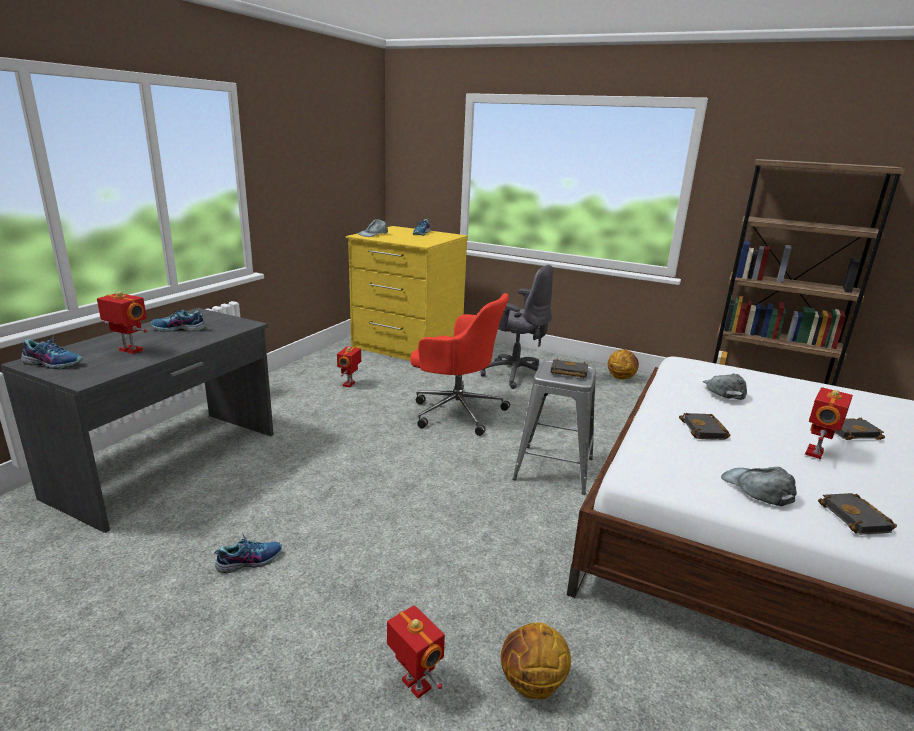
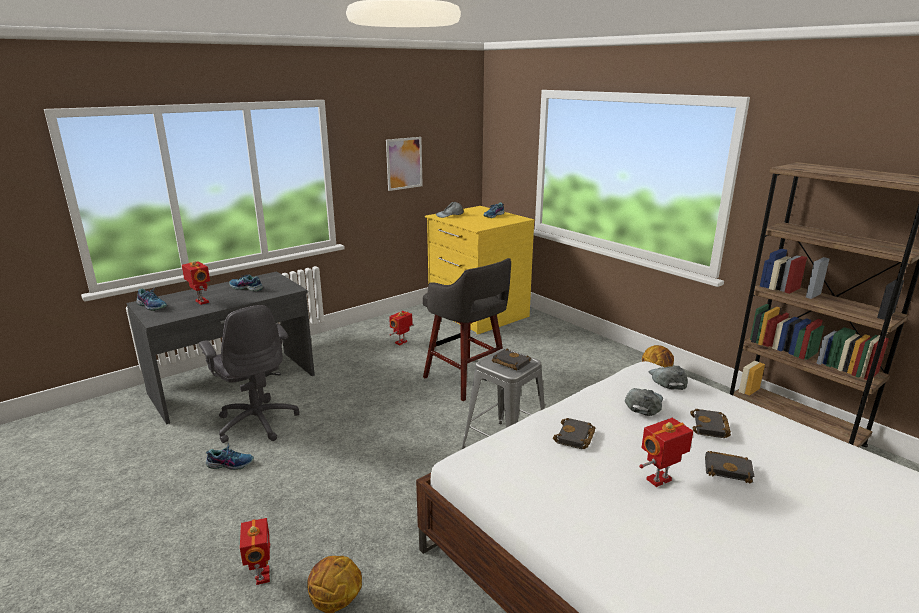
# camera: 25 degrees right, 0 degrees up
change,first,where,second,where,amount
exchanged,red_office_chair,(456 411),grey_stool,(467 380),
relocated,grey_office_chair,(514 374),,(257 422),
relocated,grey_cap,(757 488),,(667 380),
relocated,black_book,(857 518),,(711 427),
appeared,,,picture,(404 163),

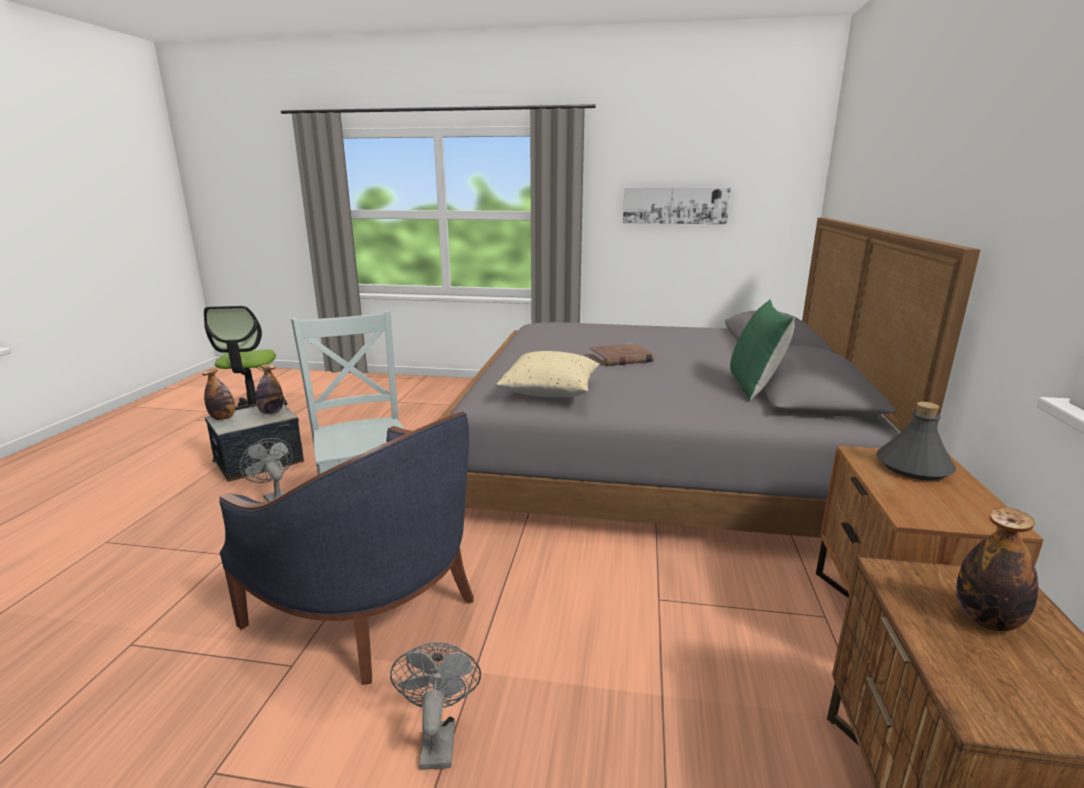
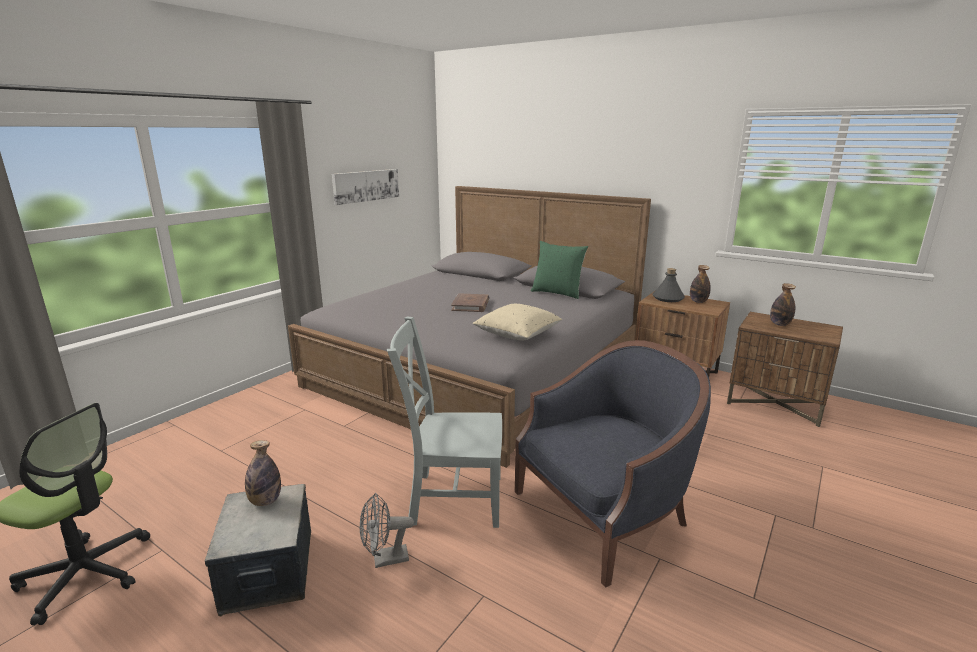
# camera: 65 degrees left, 0 degrees up
change,first,where,second,where,amount
relocated,bottle,(223 418),,(698 301),
missing,grey_fan,(438 738),,,

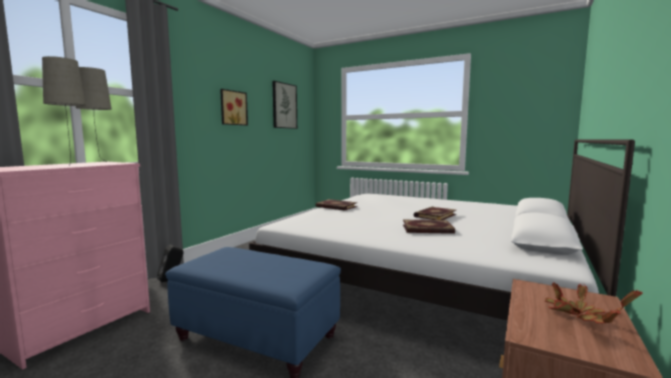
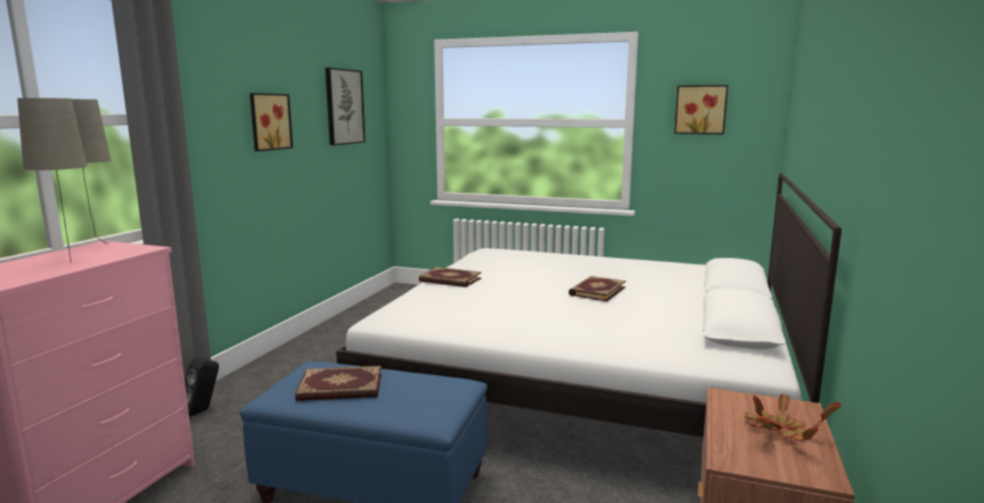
# camera: 10 degrees left, 5 degrees up
change,first,where,second,where,amount
relocated,book,(427 229),,(340 388),
appeared,,,picture,(700 109),

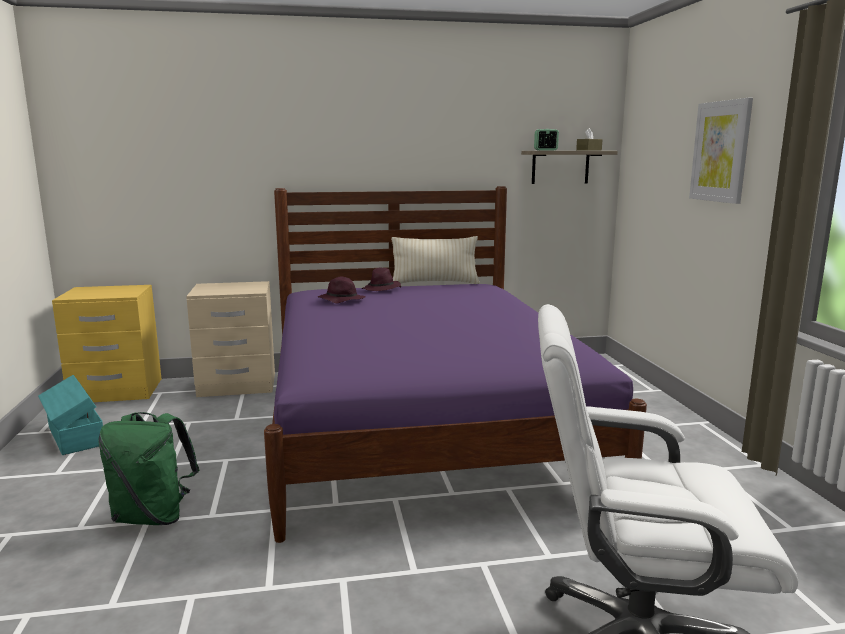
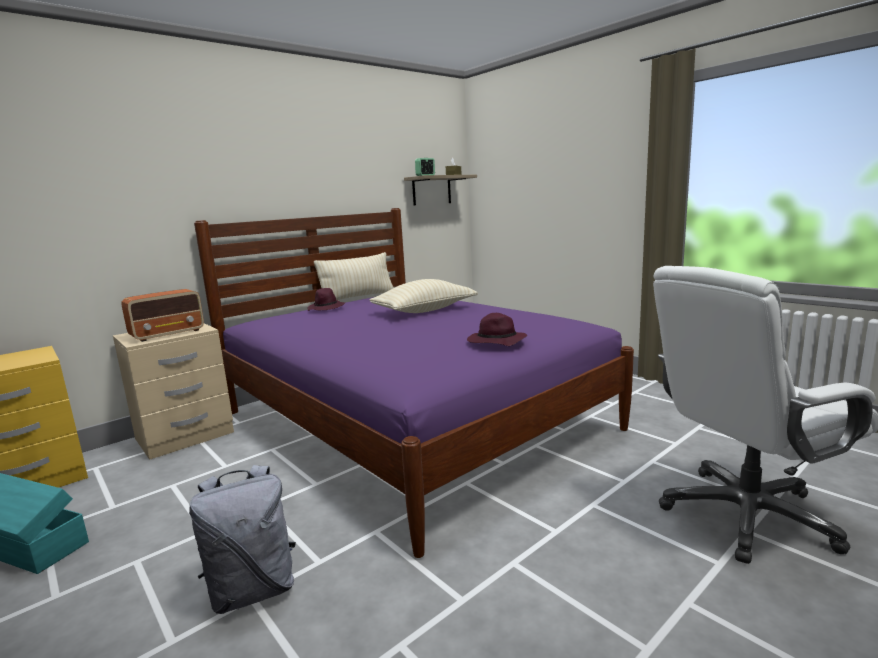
# camera: 30 degrees left, 0 degrees up
change,first,where,second,where,amount
colour,green_backpack,(153 516),grey_backpack,(253 590),
relocated,purple_hat,(341 300),,(496 342),
missing,picture,(720 151),,,
appeared,,,radio,(168 334),
appeared,,,beige_pillow,(424 311),

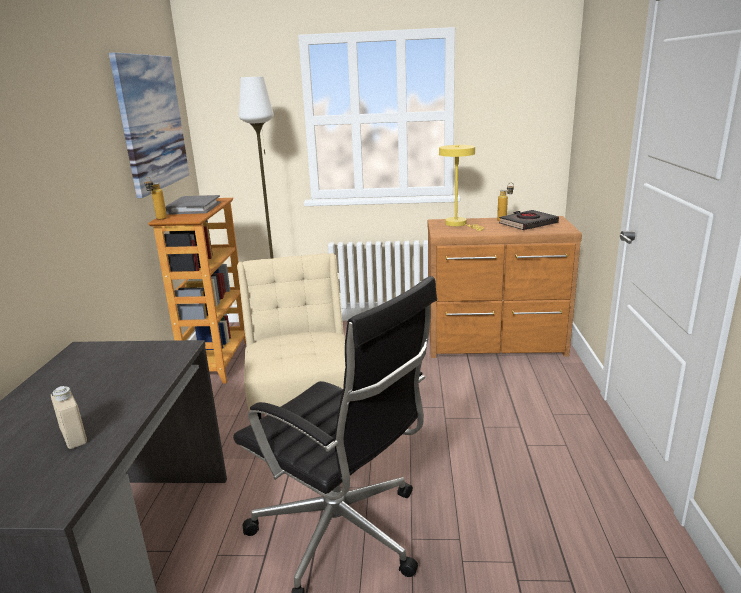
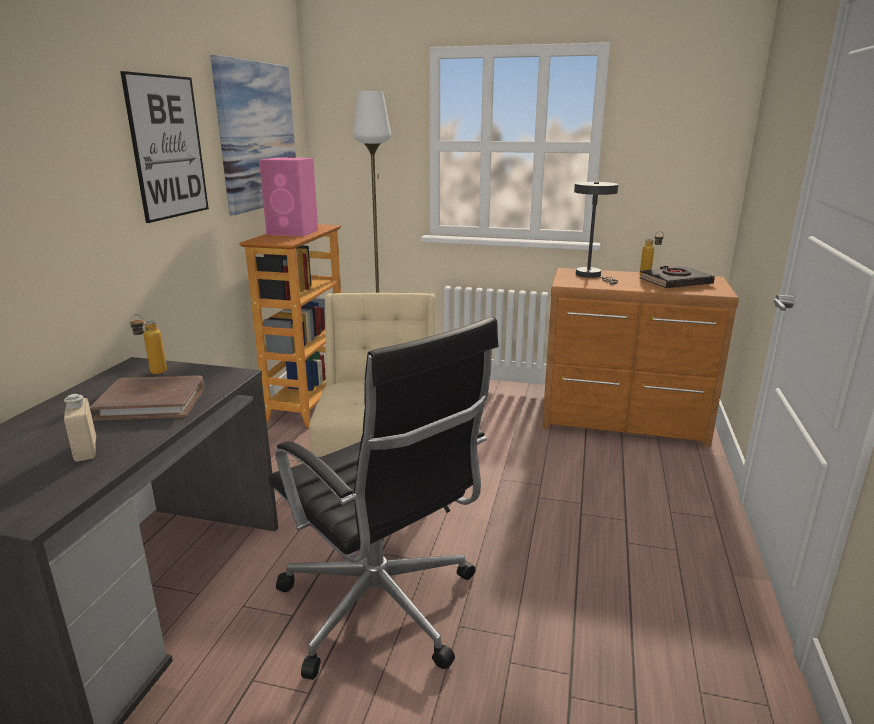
# camera: 10 degrees right, 0 degrees up
change,first,where,second,where,amount
relocated,bottle,(159 219),,(153 374),
exchanged,grey_book,(193 208),pink_speaker,(294 232),
colour,yellow_table_lamp,(459 224),grey_table_lamp,(591 275),
appeared,,,brown_book,(152 402),
appeared,,,picture,(168 147),

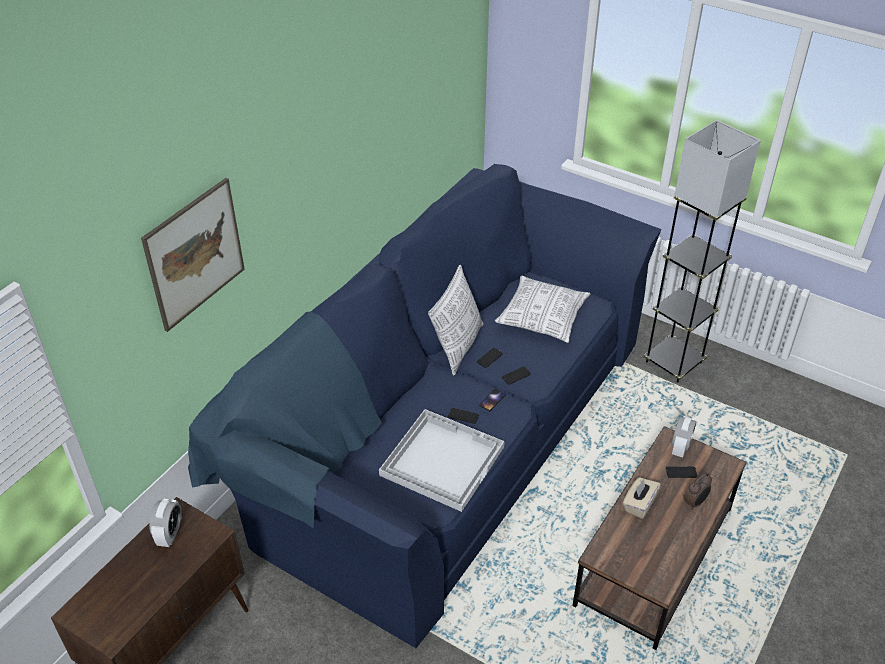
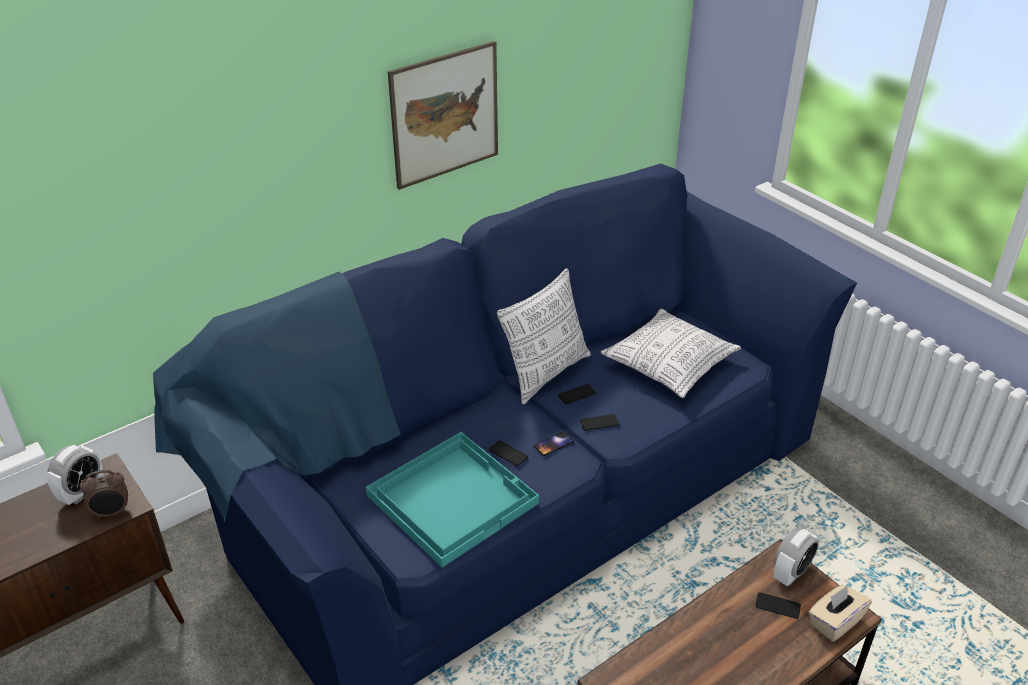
# camera: 20 degrees right, 5 degrees down
change,first,where,second,where,amount
relocated,picture,(195 254),,(445 115),
colour,white_tray,(442 460),turquoise_tray,(452 498),
relocated,beige_tissue_box,(639 504),,(834 622),
missing,grey_floor_lamp,(674 362),,,
relocated,alarm_clock,(695 503),,(112 513),

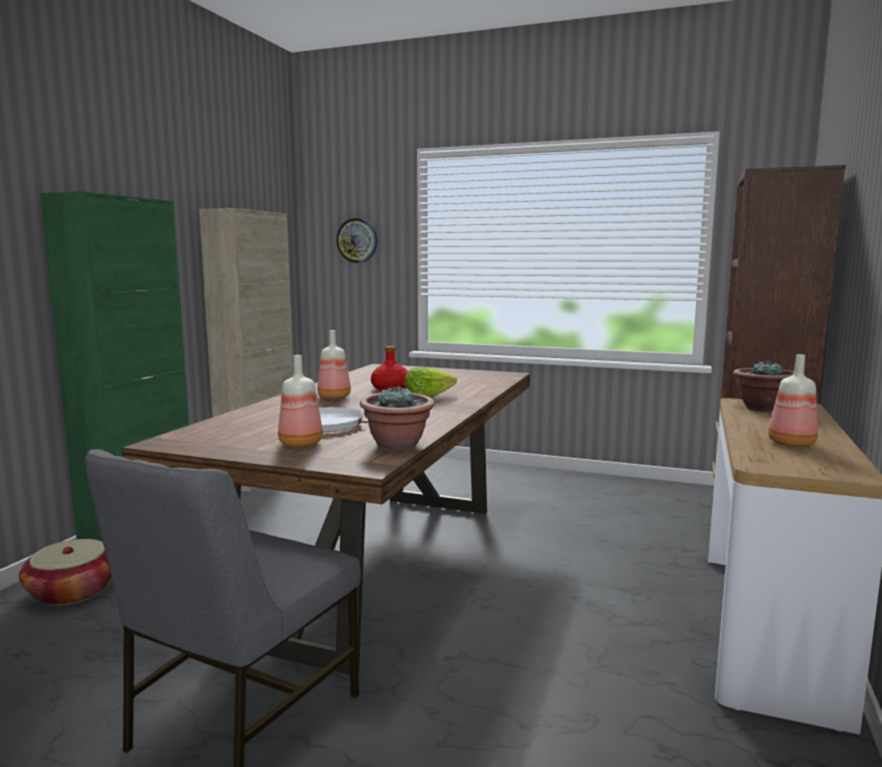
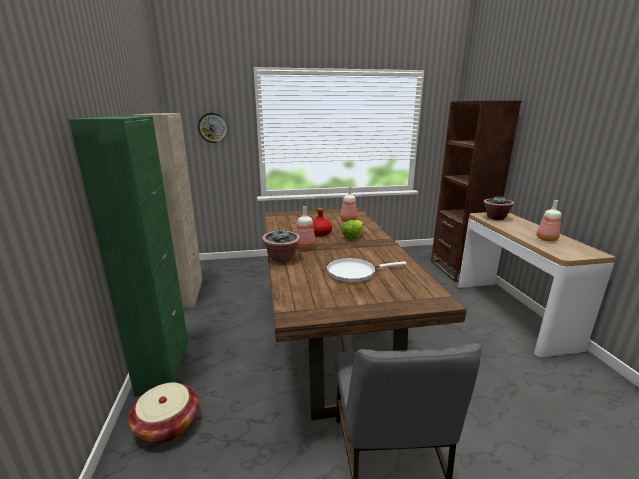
# camera: 30 degrees left, 10 degrees up
change,first,where,second,where,amount
relocated,bottle,(299 443),,(348 220),
relocated,potted_plant,(398 445),,(282 258),

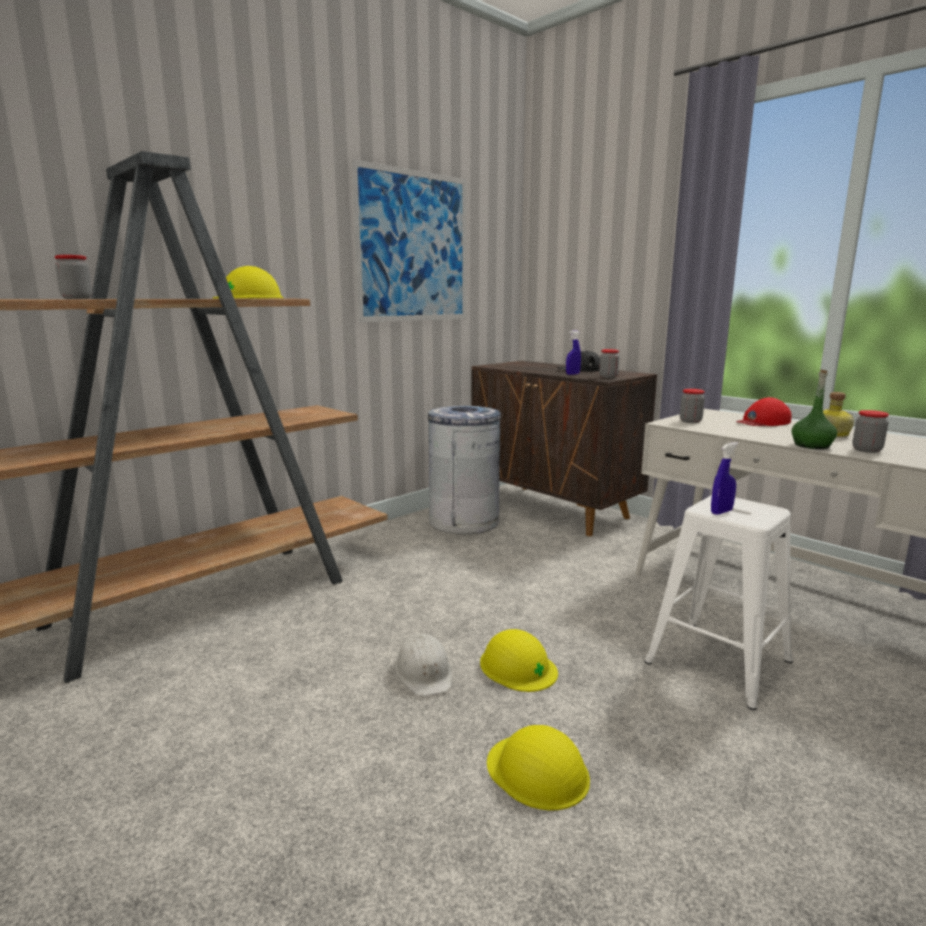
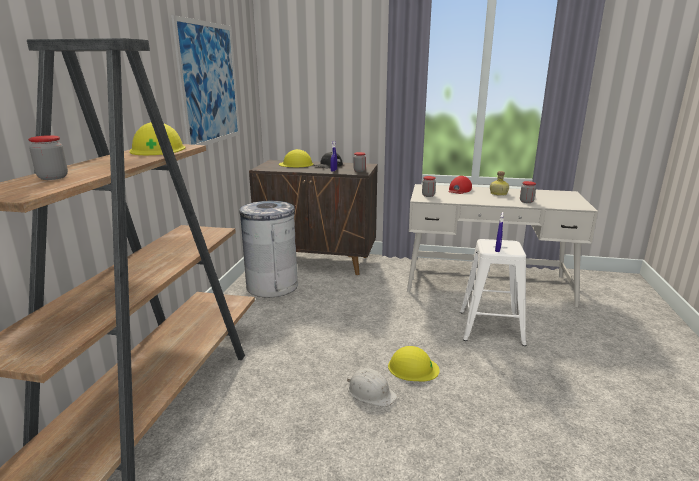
# camera: 35 degrees left, 5 degrees up
change,first,where,second,where,amount
relocated,yellow_hard_hat,(538 771),,(296 164),
missing,green_bottle,(811 445),,,

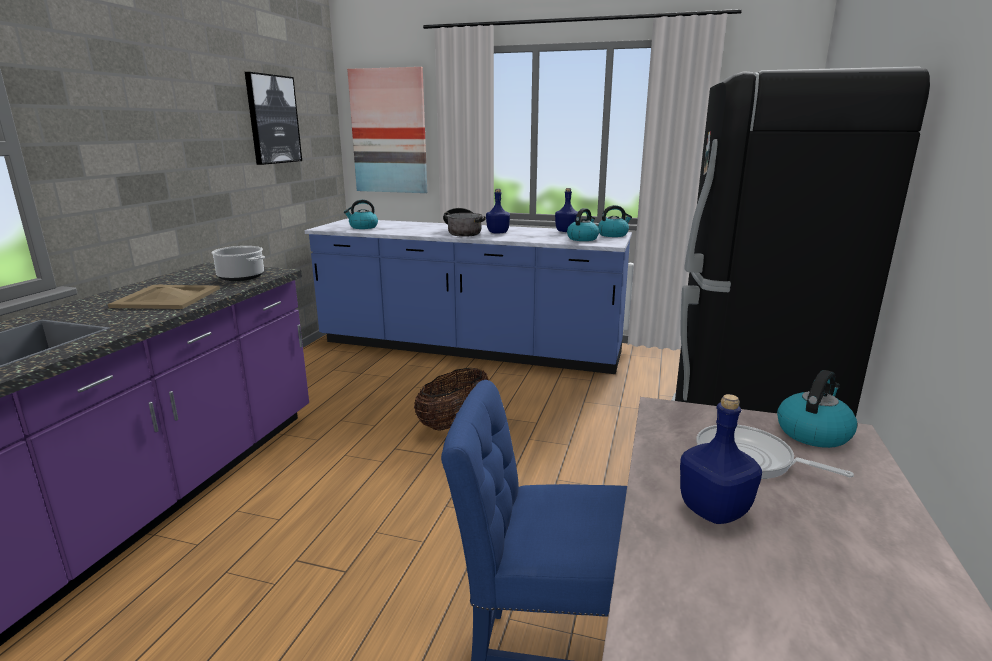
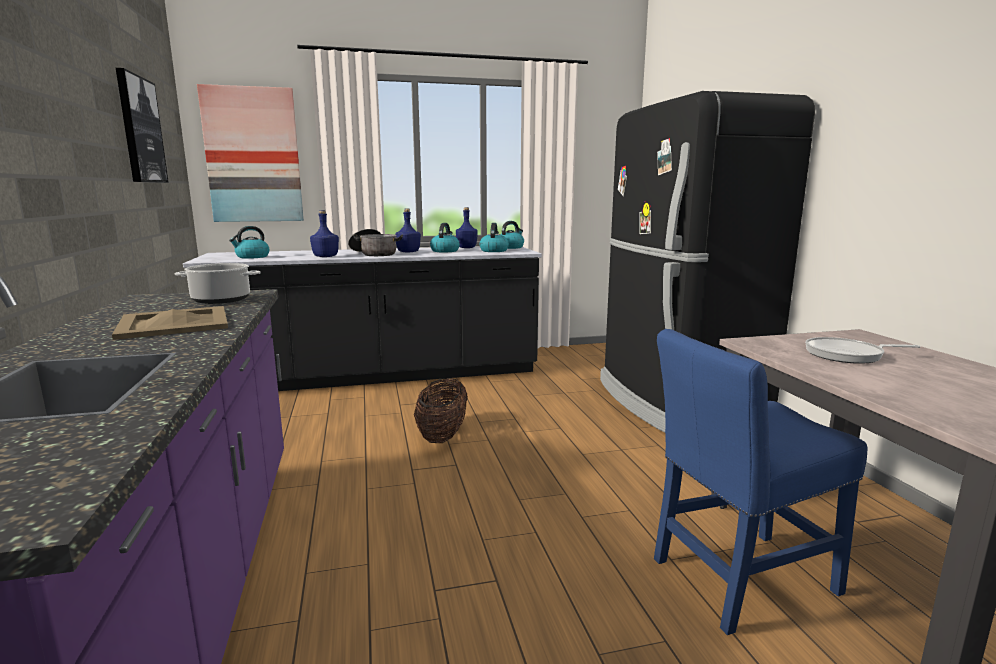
# camera: 30 degrees left, 5 degrees down
change,first,where,second,where,amount
colour,blue_counter,(468 349),black_counter,(380 376),
relocated,blue_bottle,(715 511),,(326 256),
relocated,kettle,(813 433),,(445 251),

